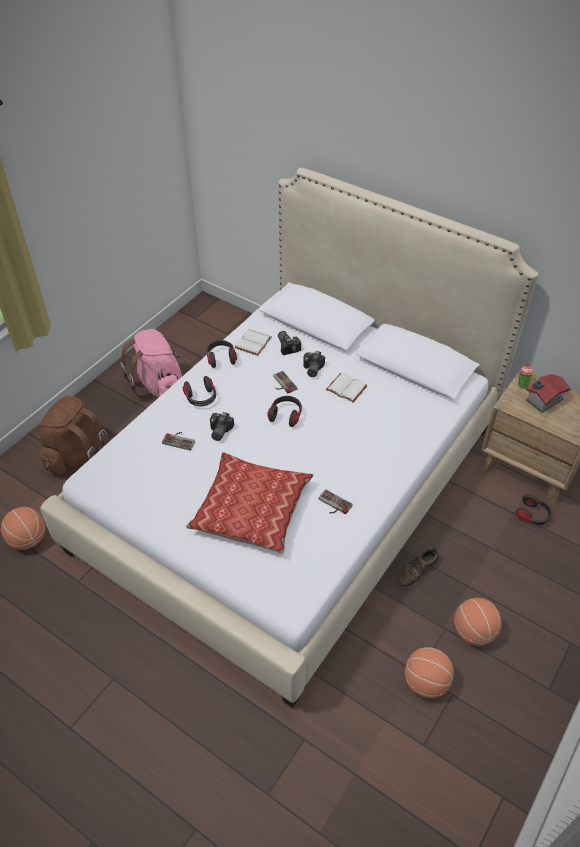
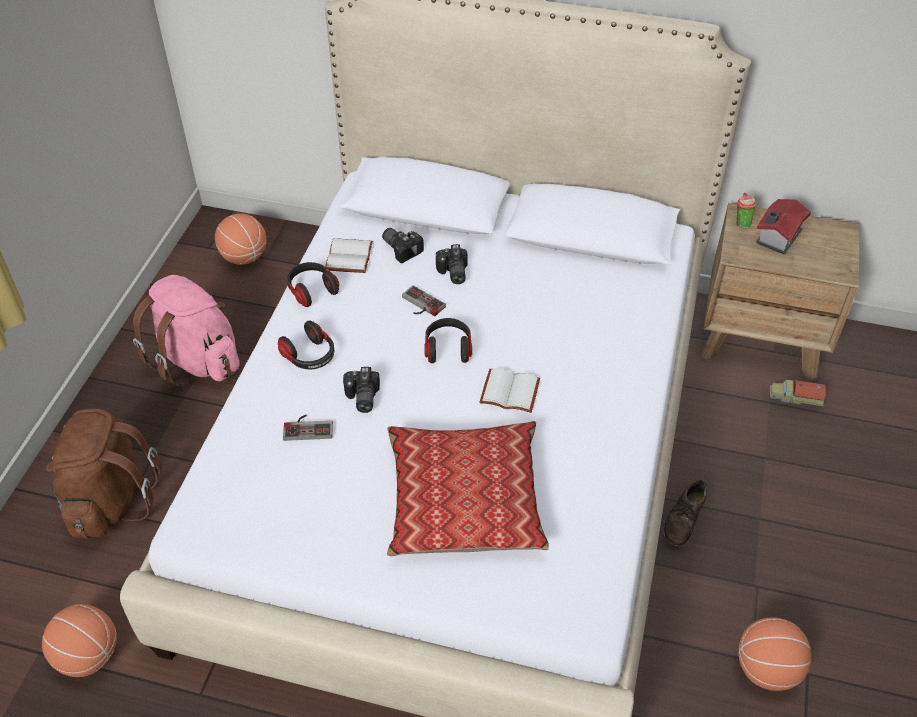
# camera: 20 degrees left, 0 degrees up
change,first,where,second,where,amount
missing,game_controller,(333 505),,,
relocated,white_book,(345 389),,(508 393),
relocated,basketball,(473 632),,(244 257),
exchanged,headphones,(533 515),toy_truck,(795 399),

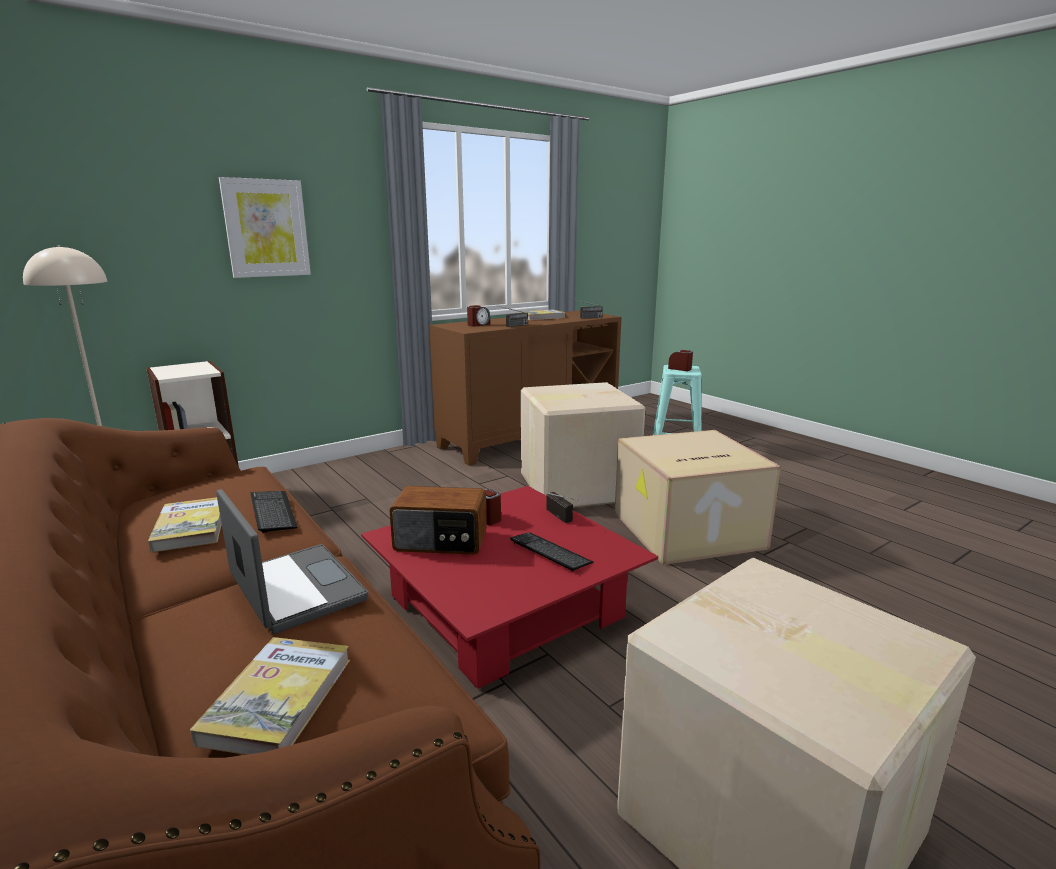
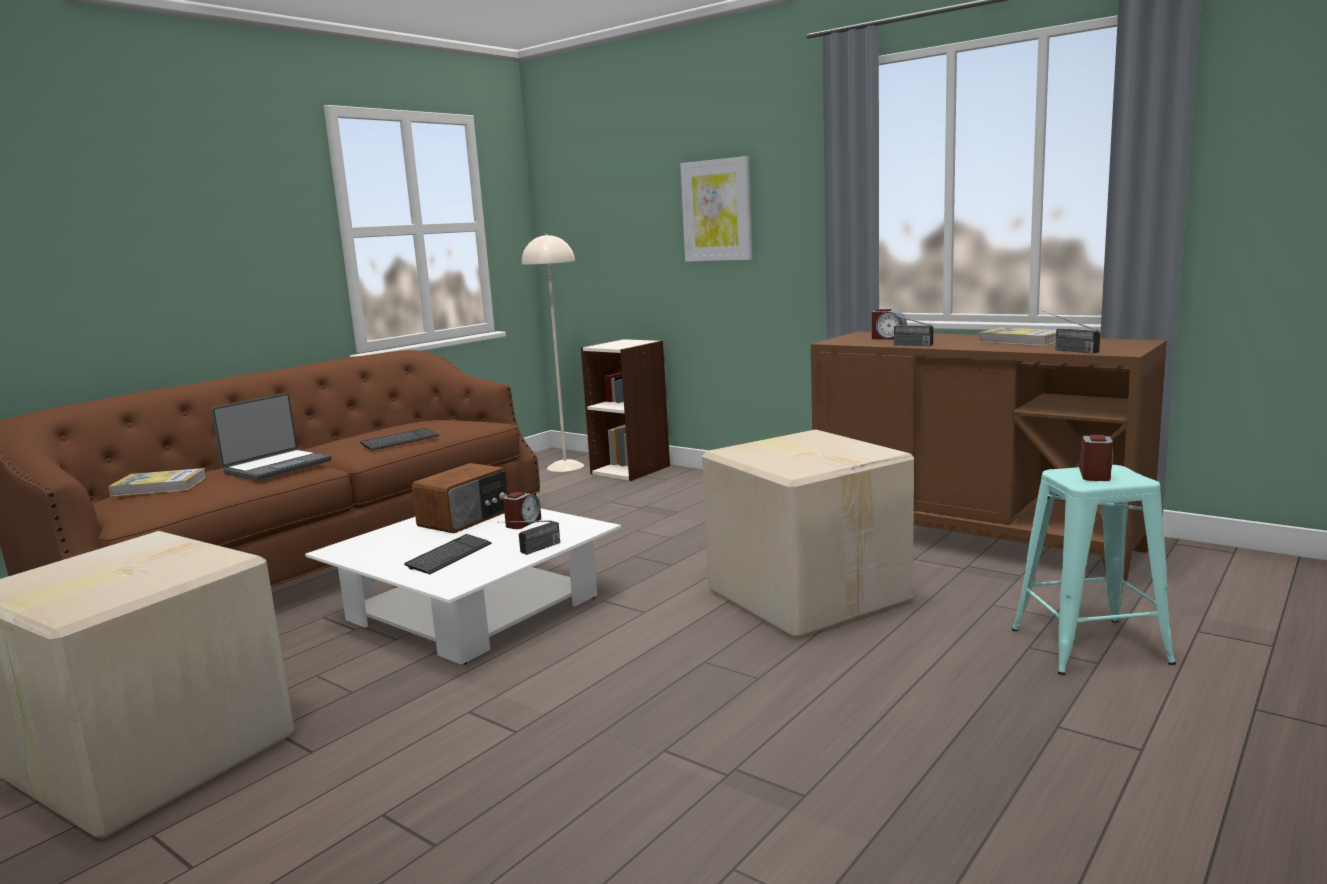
# camera: 75 degrees right, 5 degrees down
change,first,where,second,where,amount
missing,book,(190 527),,,
colour,red_coffee_table,(503 607),white_coffee_table,(473 608),
spun,radio,(441 541),,(466 518),135 degrees counterclockwise
missing,cardboard_box,(686 531),,,

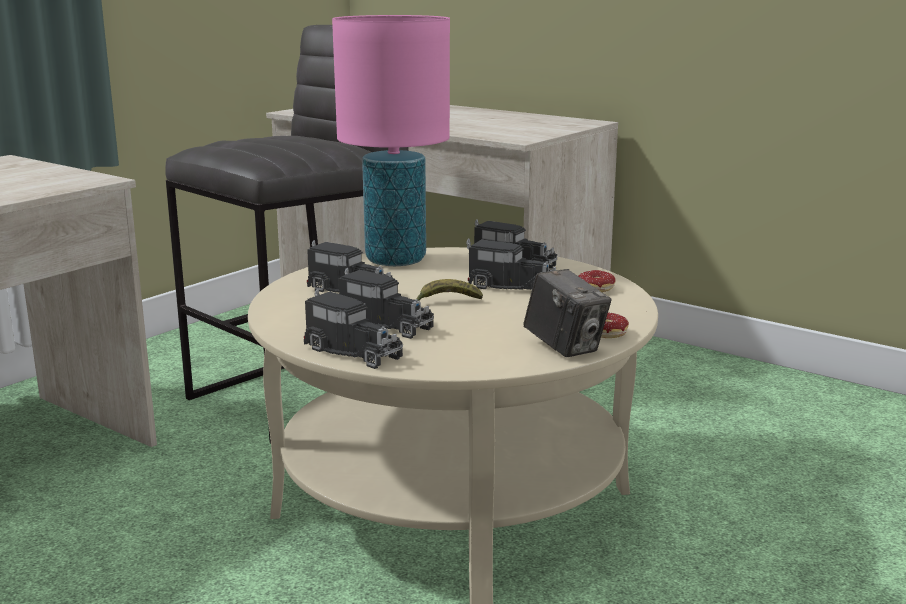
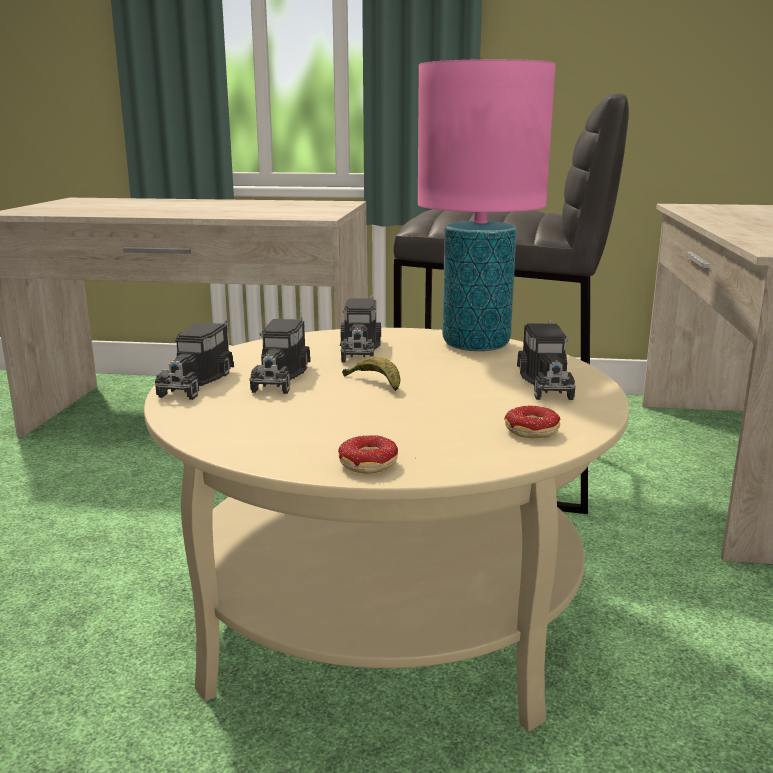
# camera: 60 degrees right, 0 degrees up
change,first,where,second,where,amount
missing,toy_truck,(508 286),,,
missing,photo_camera,(565 347),,,

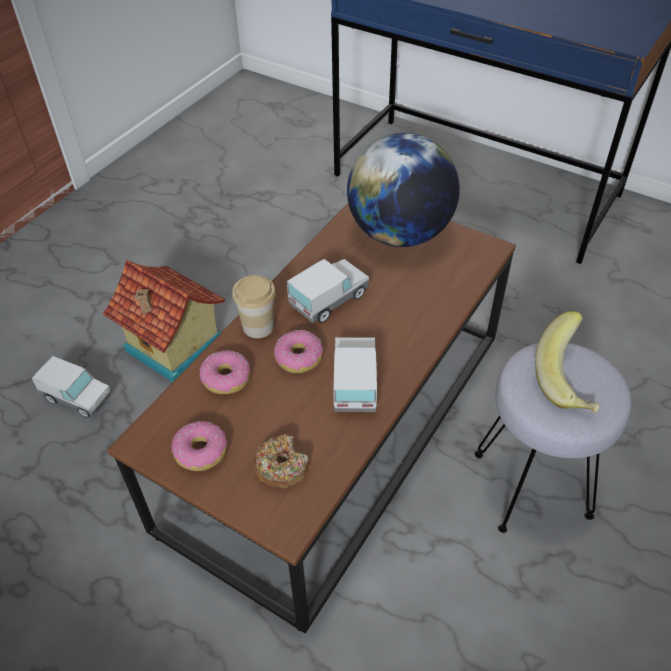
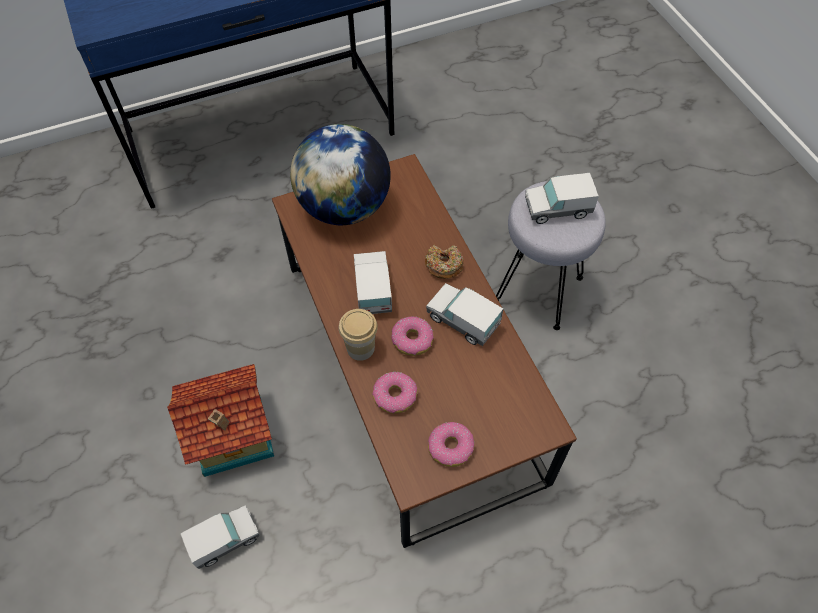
# camera: 55 degrees left, 10 degrees up
change,first,where,second,where,amount
relocated,donut,(281 467),,(444 265),
exchanged,banana,(569 381),toy_truck,(557 209),

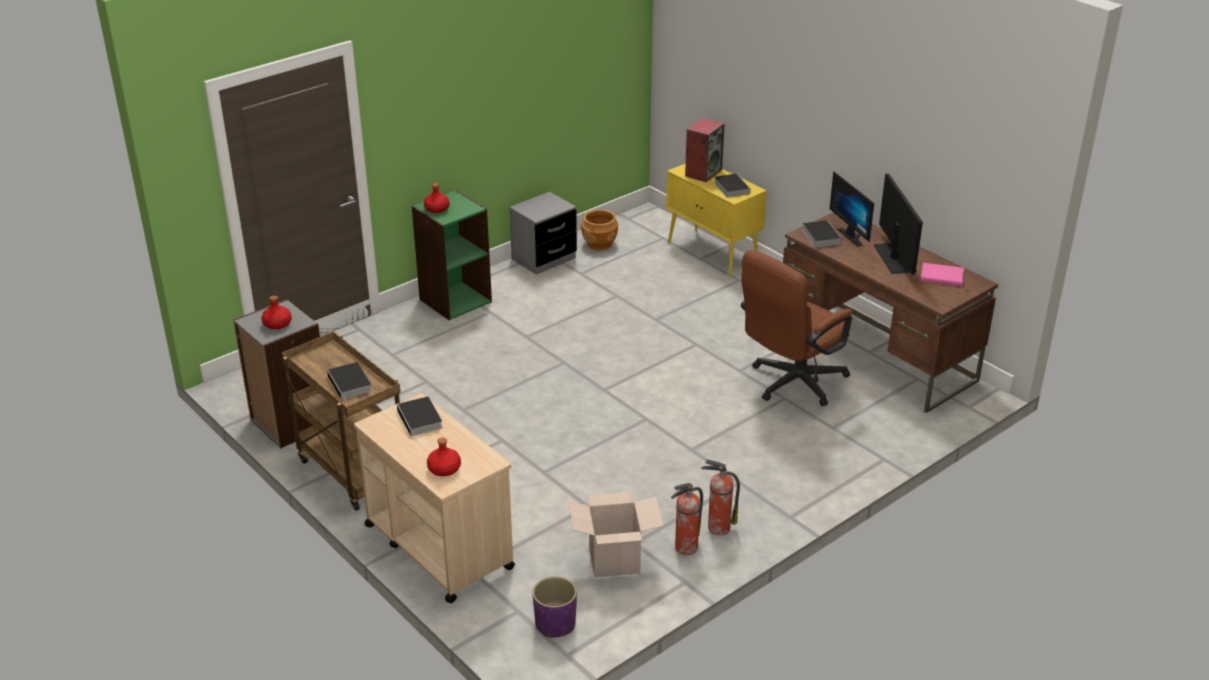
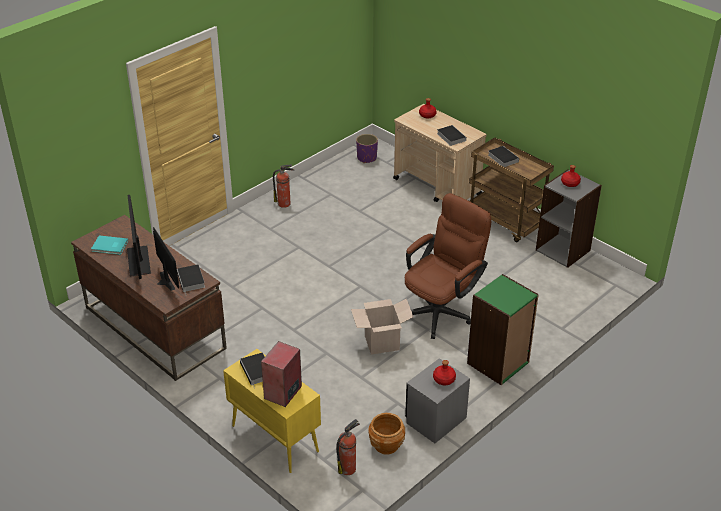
# camera: 175 degrees right, 5 degrees up
change,first,where,second,where,amount
relocated,red_bottle,(436 209),,(444 379),
relocated,cardboard_box,(614 560),,(381 343),
relocated,fire_extinguisher,(685 548),,(348 468),
relocated,brown_office_chair,(791 384),,(441 310),
colour,pink_book,(941 275),turquoise_book,(110 246),

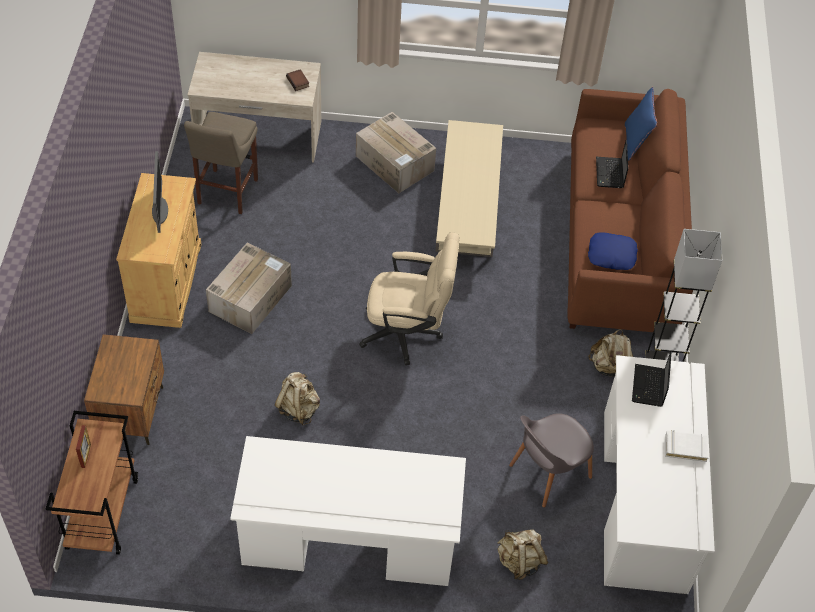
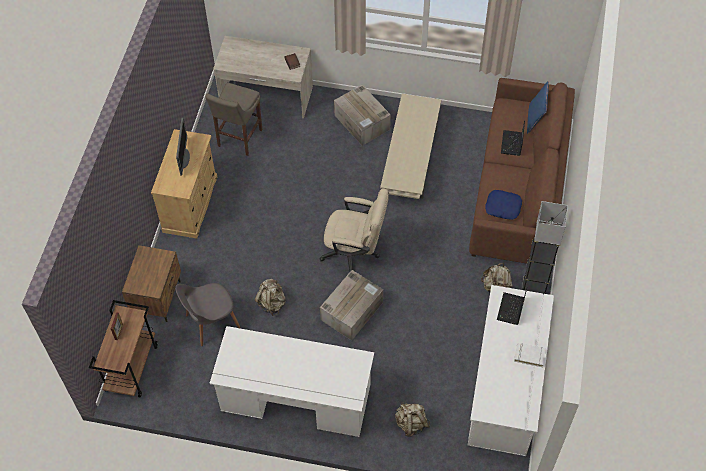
# camera: 10 degrees right, 5 degrees up
change,first,where,second,where,amount
relocated,cardboard_box,(250 297),,(352 310),
relocated,grey_chair,(548 472),,(211 322),

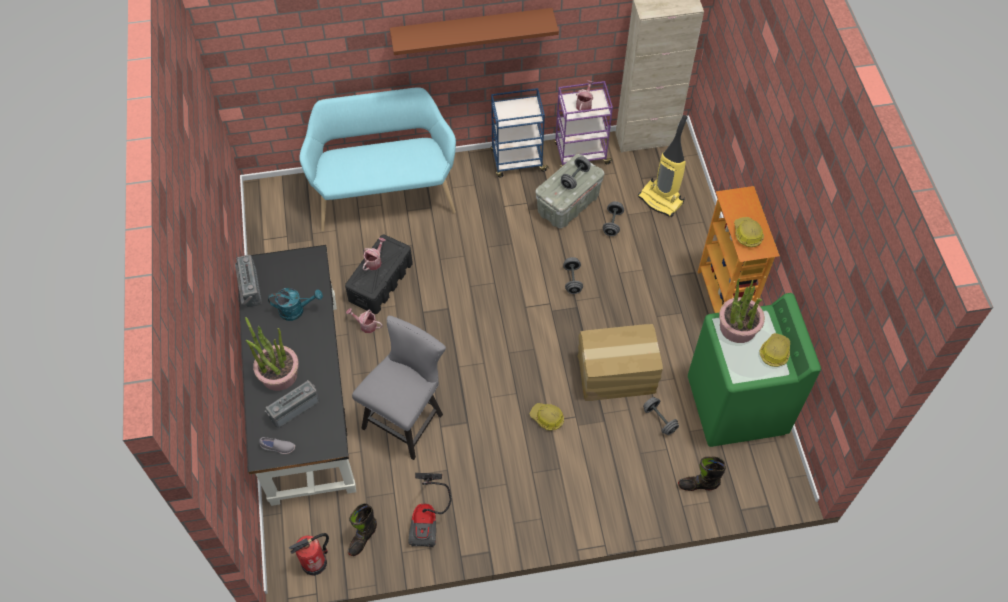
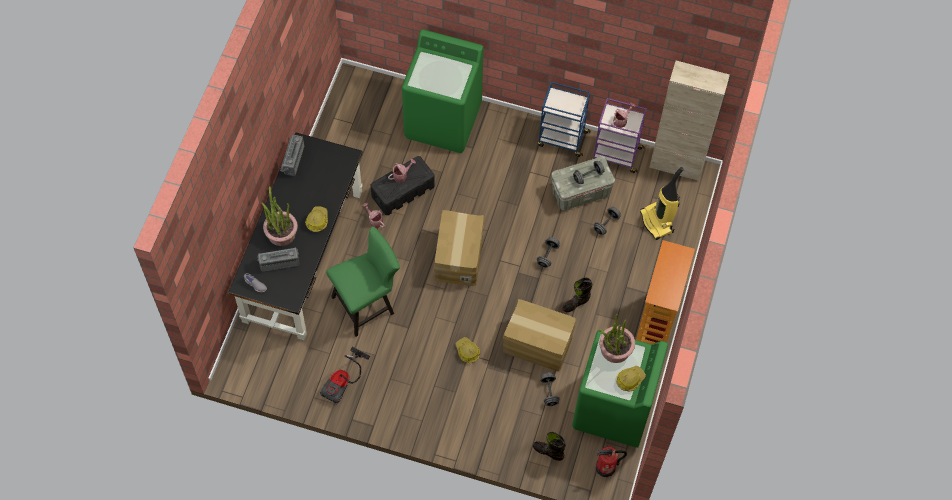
# camera: 25 degrees right, 5 degrees up
change,first,where,second,where,amount
missing,turquoise_watering_can,(296 310),,,
relocated,fire_extinguisher,(315 562),,(606 467),
exchanged,turquoise_bench,(384 194),green_washing_machine,(443 121),
relocated,black_boot,(362 538),,(575 303),
colour,grey_chair,(407 418),green_chair,(367 304),
missing,brown_shelf,(471 28),,,
relocated,hard_hat,(747 234),,(317 221),
appeared,,,cardboard_box,(458 257),

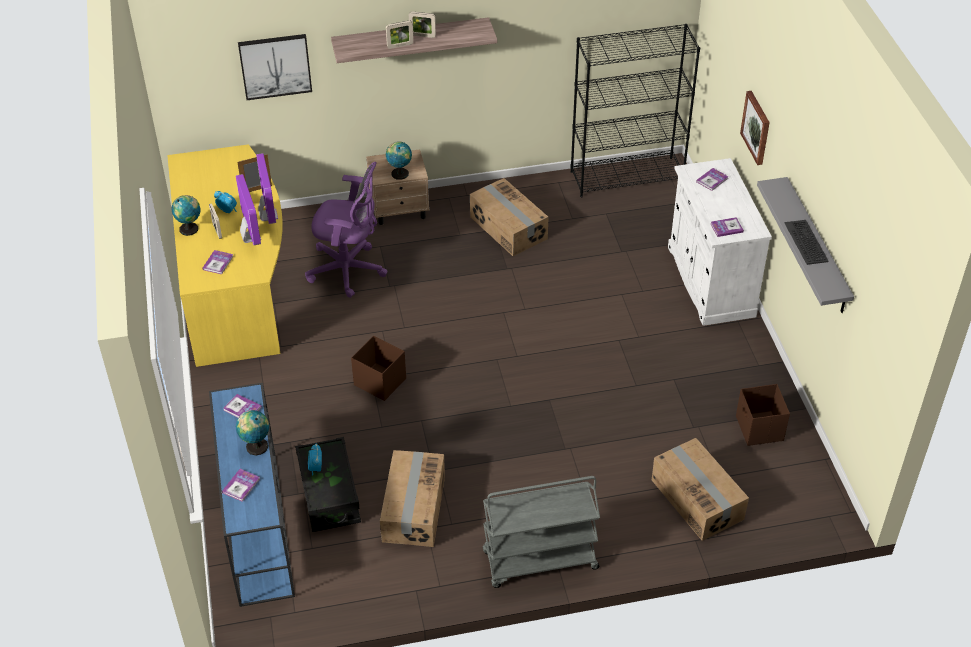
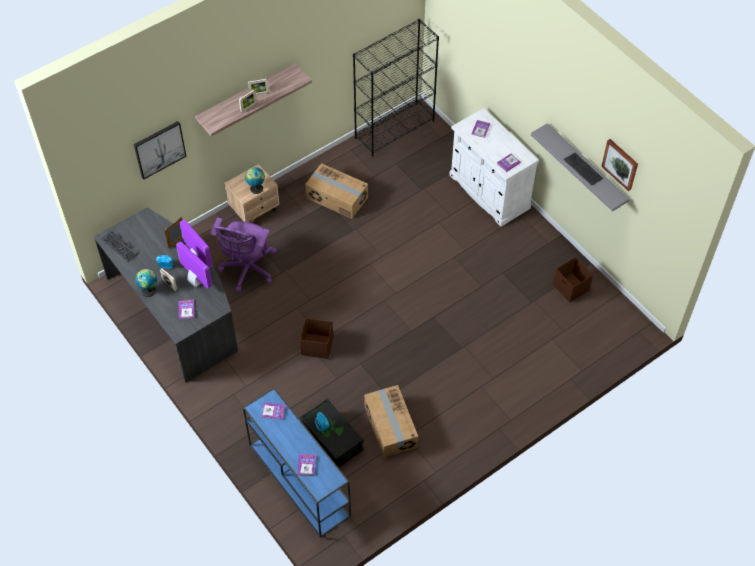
# camera: 25 degrees left, 10 degrees up
change,first,where,second,where,amount
colour,yellow_desk,(235 286),grey_desk,(175 311),
missing,globe,(255 446),,,
spun,purple_office_chair,(349 270),,(247 270),120 degrees clockwise
missing,grey_cart,(539 561),,,
missing,cardboard_box,(697 499),,,
relocated,picture,(756 127),,(620 164),
appeared,,,keyboard,(119 246),

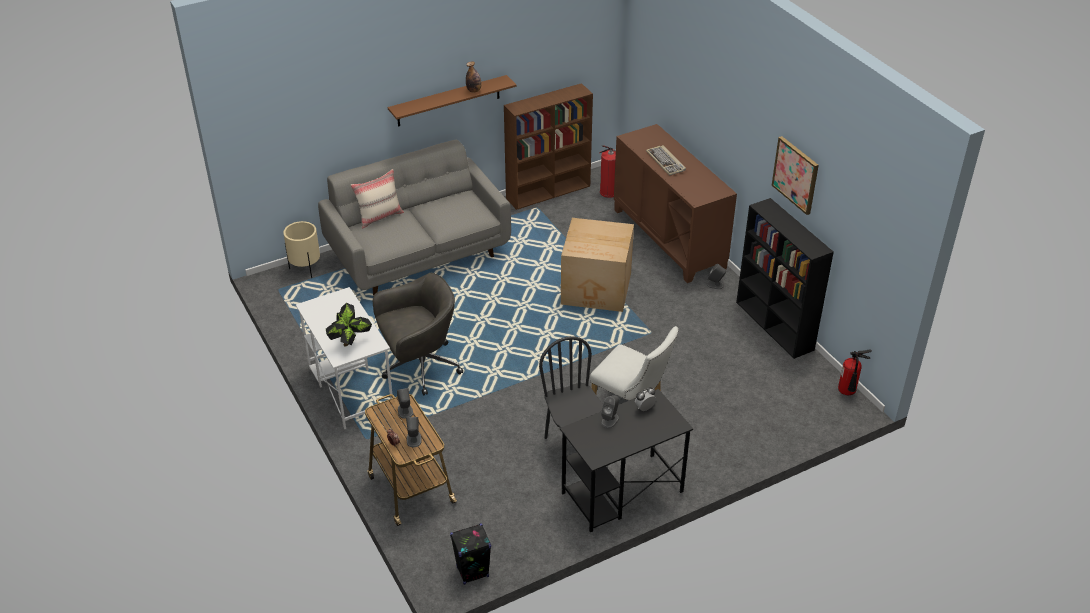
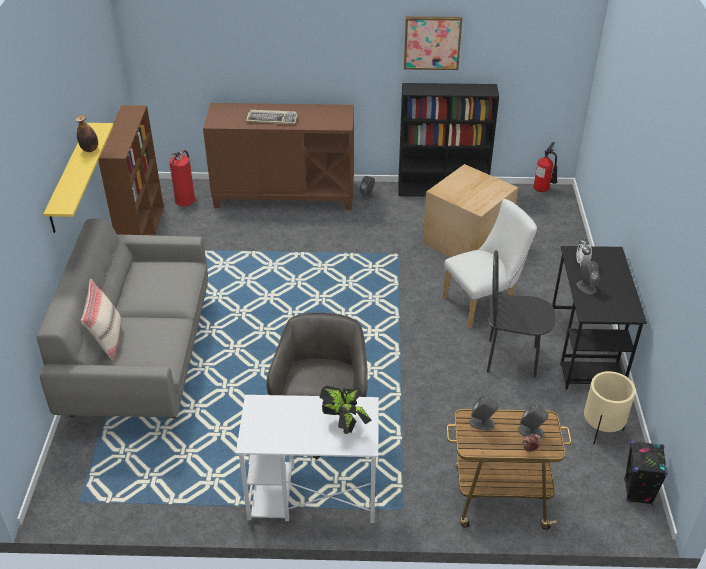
# camera: 60 degrees left, 0 degrees up
change,first,where,second,where,amount
relocated,beige_planter,(306 269),,(601 429),
colour,brown_shelf,(448 101),yellow_shelf,(69 178),
relocated,cardboard_box,(597 289),,(468 241),

